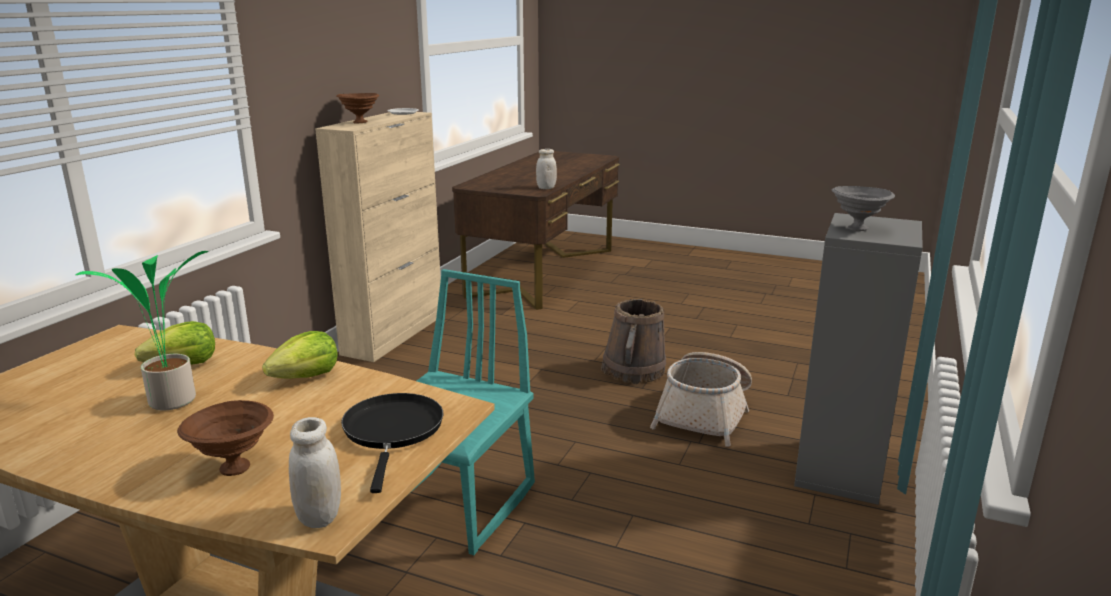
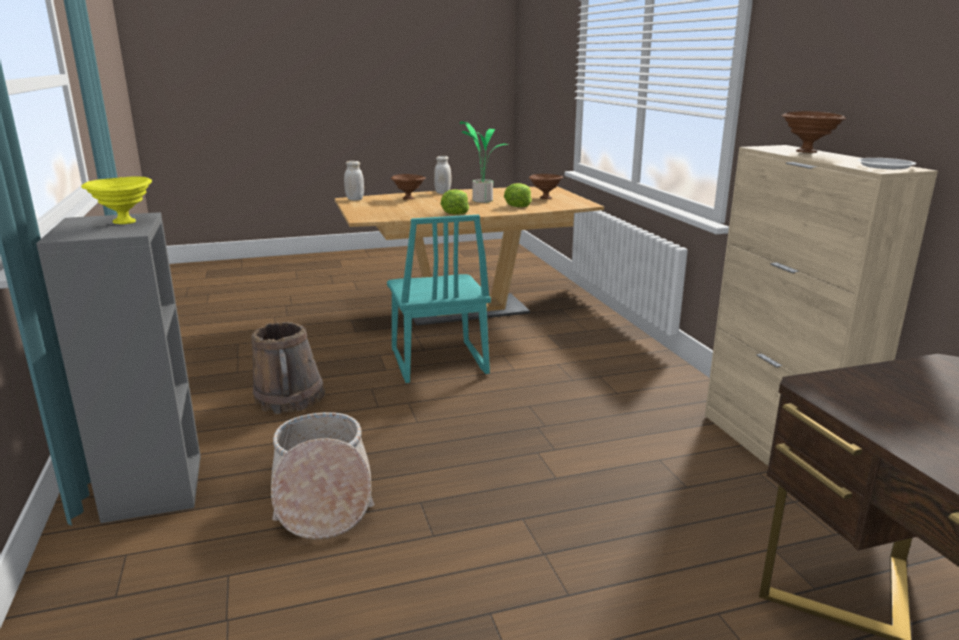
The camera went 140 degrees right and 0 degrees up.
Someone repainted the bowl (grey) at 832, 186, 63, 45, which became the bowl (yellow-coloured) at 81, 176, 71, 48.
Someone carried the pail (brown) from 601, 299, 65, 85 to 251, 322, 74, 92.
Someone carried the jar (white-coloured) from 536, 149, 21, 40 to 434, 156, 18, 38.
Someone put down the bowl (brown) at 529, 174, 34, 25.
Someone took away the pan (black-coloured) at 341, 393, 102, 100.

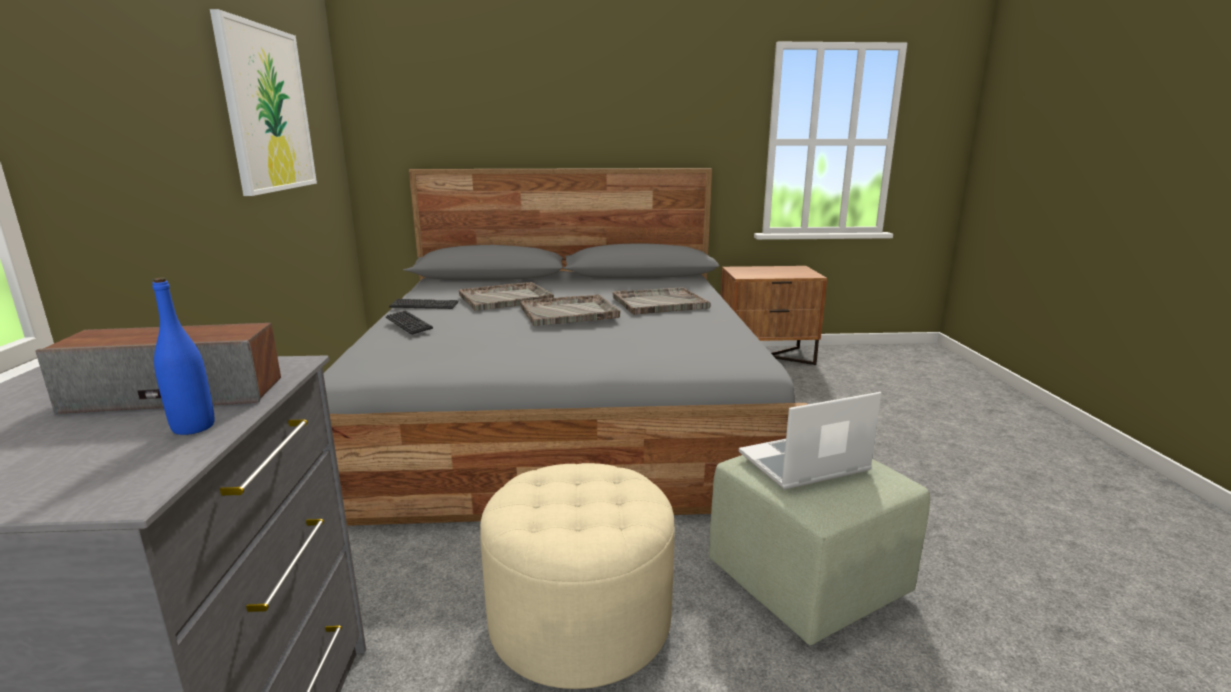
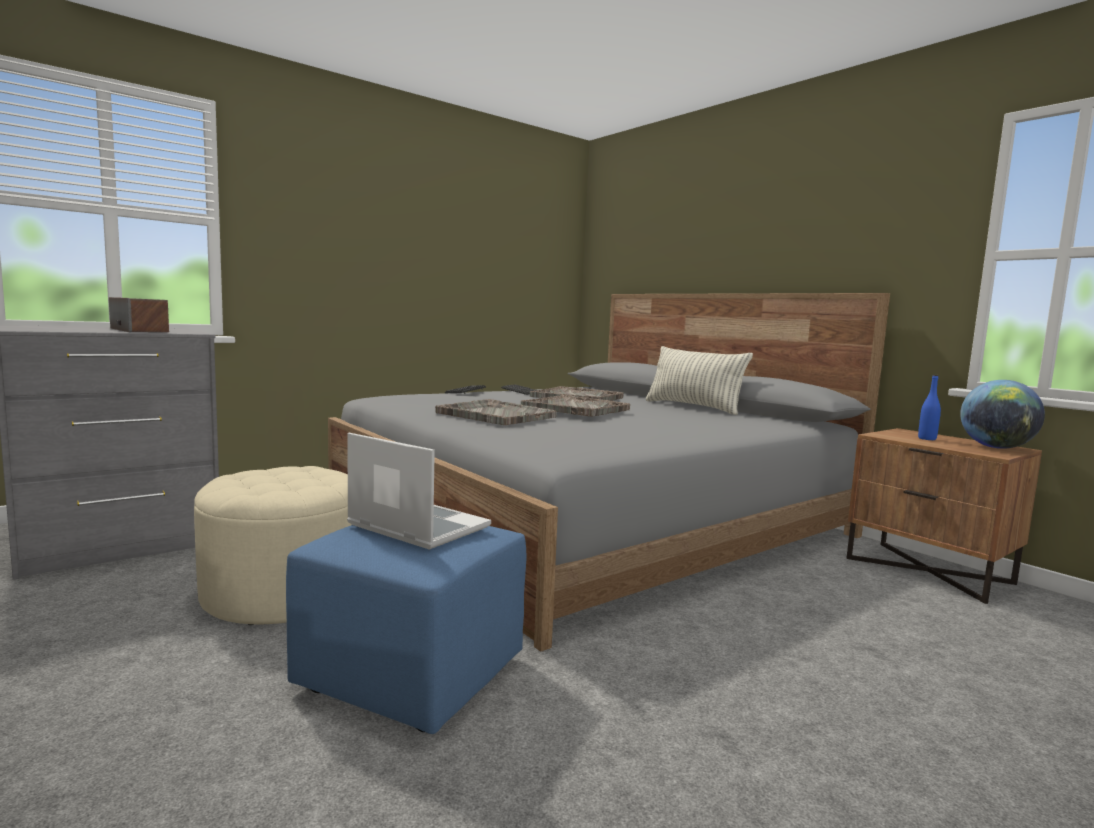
The camera went 55 degrees right and 10 degrees down.
Someone repainted the ottoman (greenish) at 709, 455, 221, 190, which became the ottoman (blue) at 286, 525, 241, 209.
Someone carried the carrying tray (grey) from 613, 288, 98, 27 to 435, 399, 122, 26.
Someone put down the cushion at 646, 346, 107, 69.
Someone carried the drink bottle (blue) from 152, 277, 63, 158 to 918, 374, 23, 66.
Someone put down the globe at 960, 380, 85, 69.
Someone took away the wall picture at 210, 9, 107, 187.

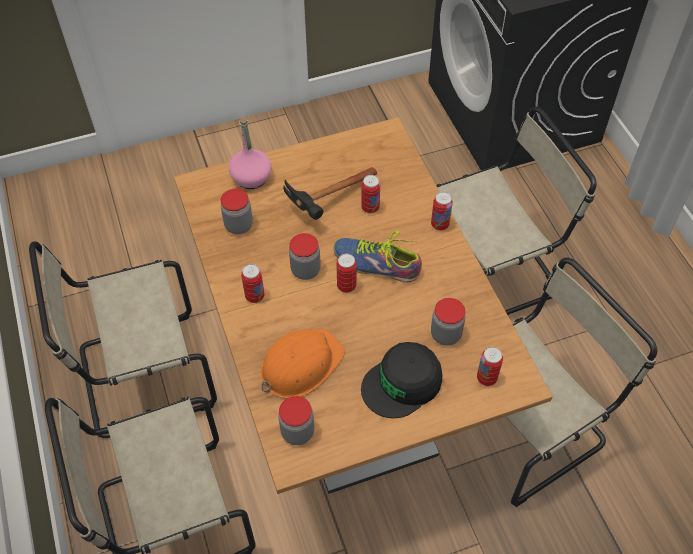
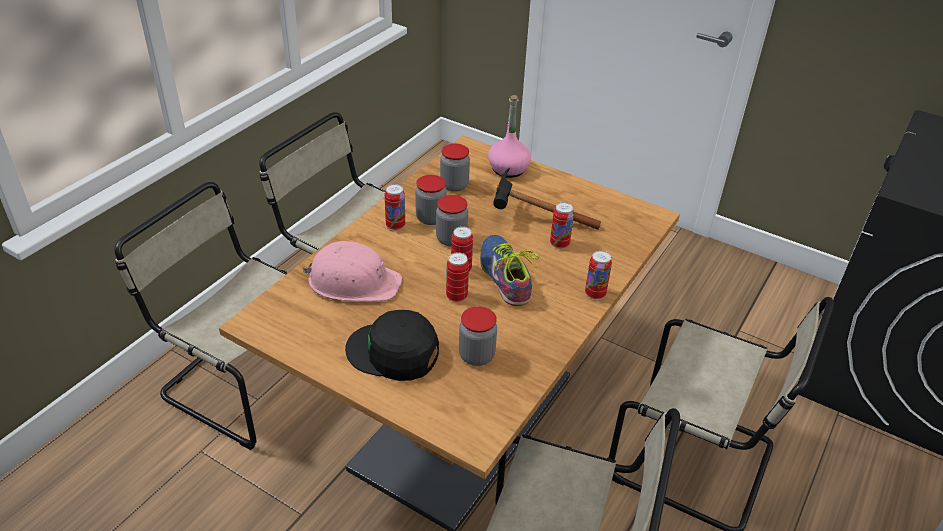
The camera went 50 degrees right and 15 degrees down.
Someone repainted the work helmet (orangey) at 261, 329, 84, 70, which became the work helmet (pink-coloured) at 302, 241, 100, 60.
Someone carried the jar from 278, 396, 36, 49 to 415, 175, 32, 50.
Someone carried the can from 477, 347, 26, 39 to 446, 252, 23, 50.

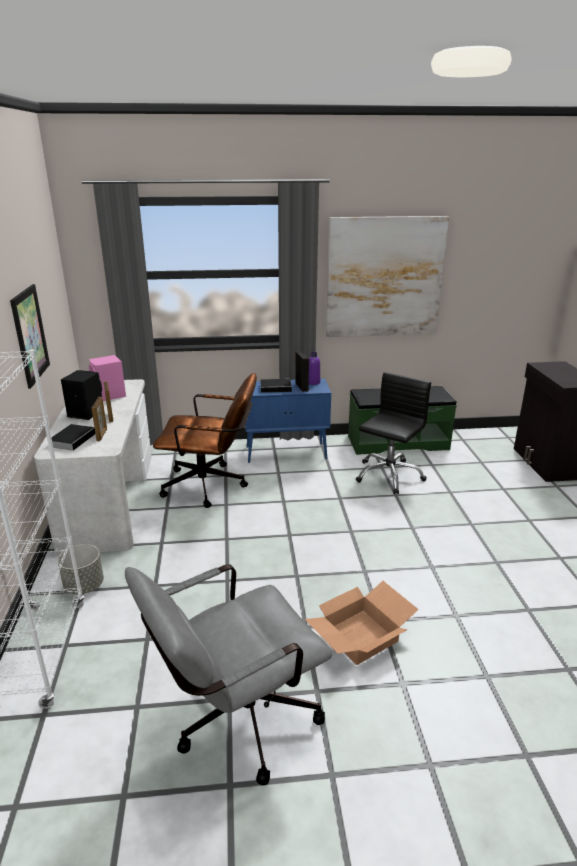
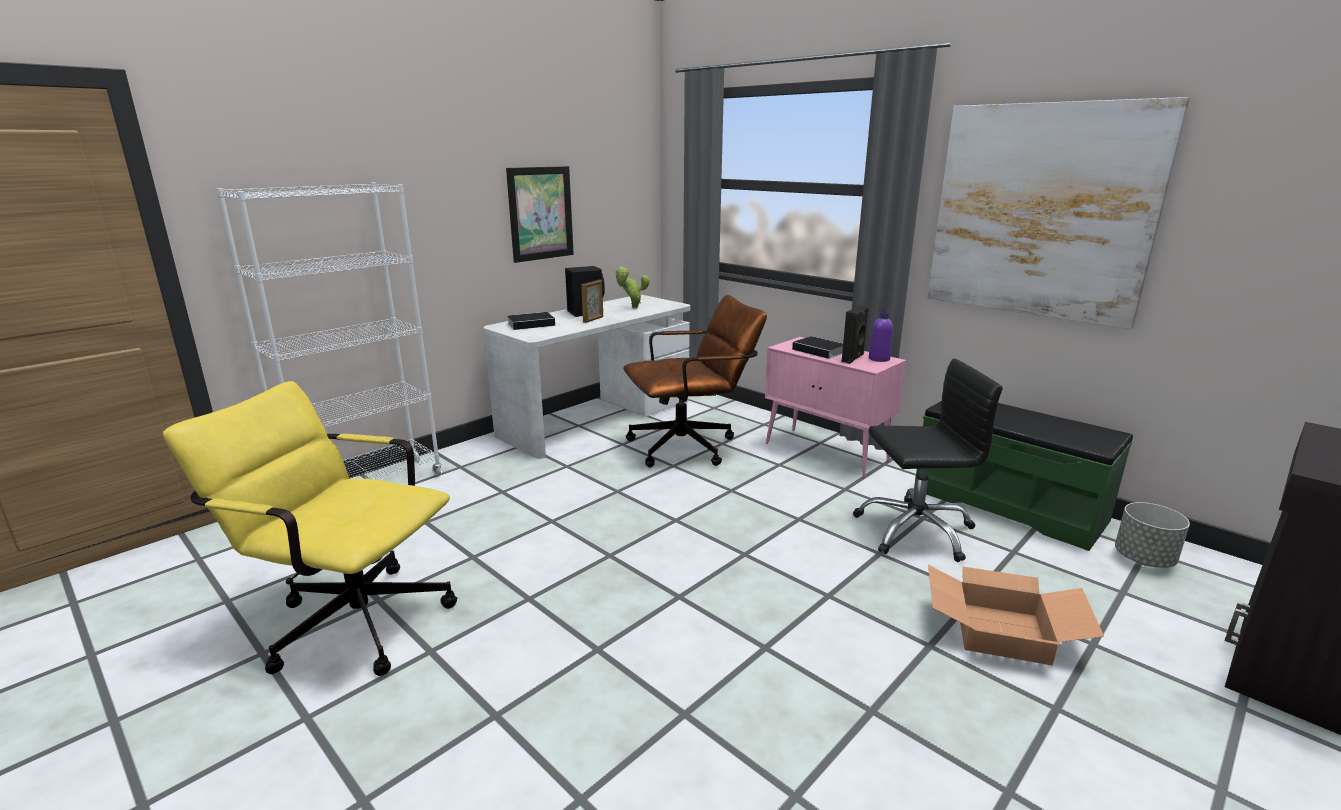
The camera went 50 degrees right and 5 degrees down.
Someone repainted the computer chair (grey) at 125, 564, 207, 221, which became the computer chair (yellow-coloured) at 163, 381, 294, 295.
Someone swapped the audio speaker (pink-coloured) at 89, 355, 37, 46 for the houseplant at 615, 266, 35, 42.
Someone rotated the computer chair (brown) at 153, 373, 104, 135 by 75 degrees counterclockwise.
Someone repainted the cupboard (blue) at 243, 378, 88, 85, which became the cupboard (pink-coloured) at 765, 337, 141, 141.
Someone carried the cardboard box from 305, 581, 114, 84 to 928, 565, 176, 100.
Someone carried the plant pot (grey) from 58, 544, 46, 51 to 1115, 502, 75, 66.
Someone took away the standing frame at 91, 397, 16, 44.

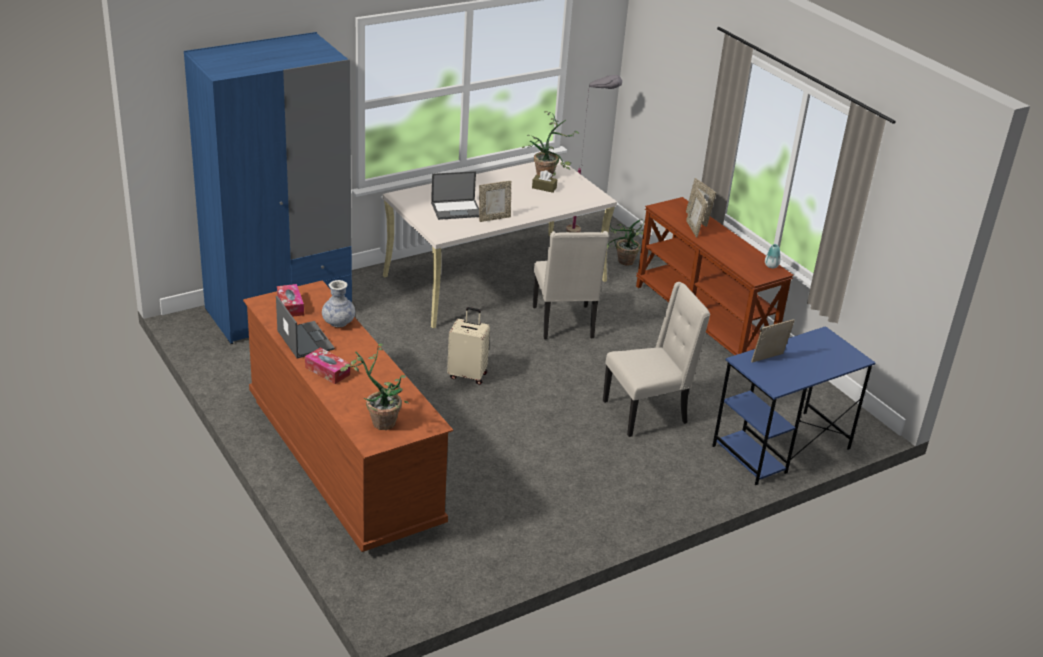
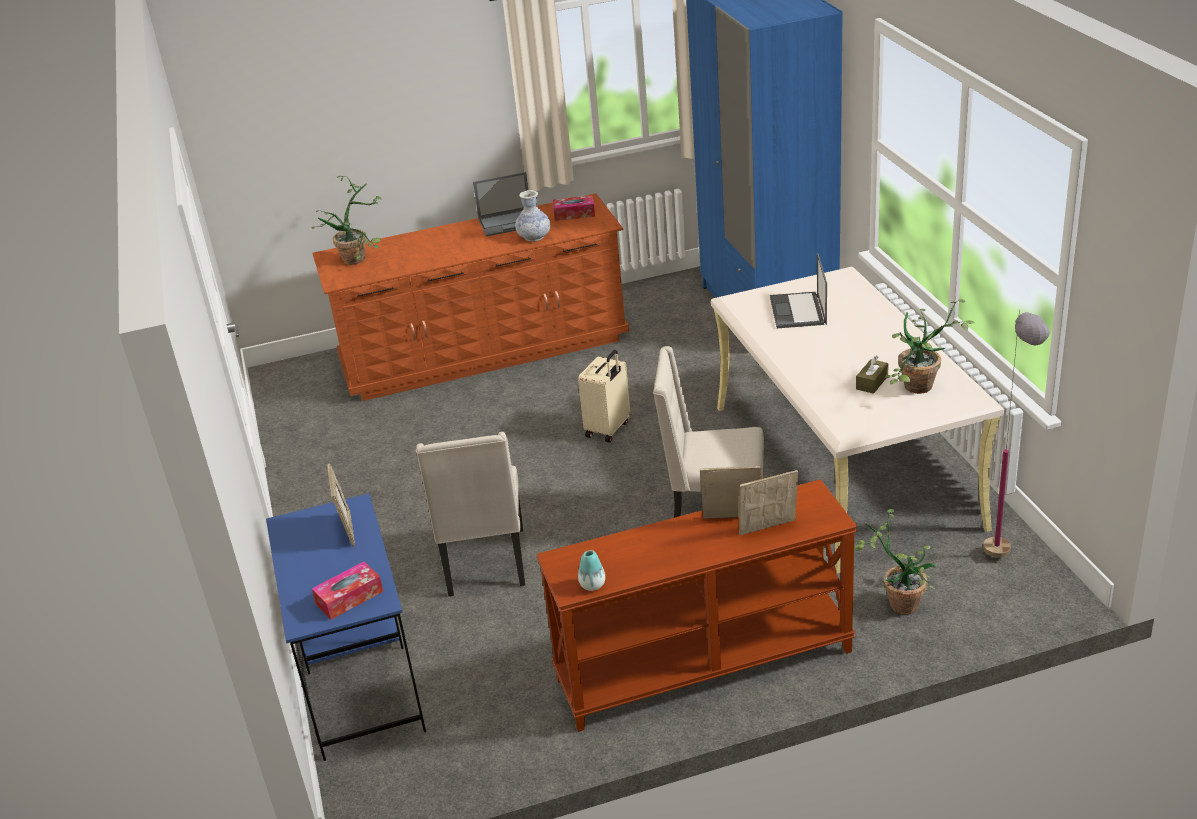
The camera went 110 degrees right and 0 degrees up.
Someone carried the tissue holder from 305, 347, 45, 37 to 312, 562, 71, 58.
Someone took away the standing frame at 479, 181, 32, 41.

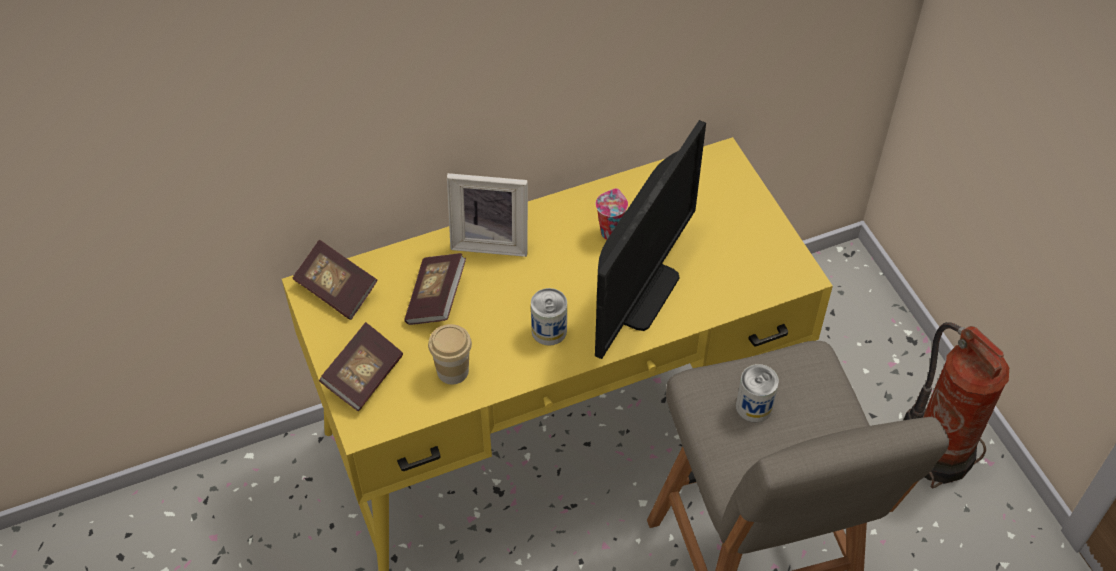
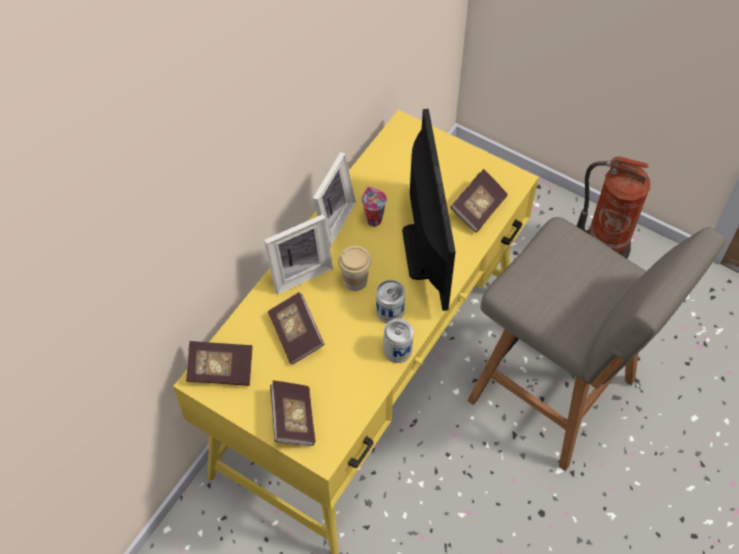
The camera went 35 degrees left and 5 degrees up.
Someone put down the standing frame at 313, 152, 43, 95.
Someone carried the cup from 428, 324, 44, 61 to 338, 246, 33, 45.
Someone carried the can from 736, 364, 43, 58 to 383, 319, 30, 44.
Someone put down the bound book at 450, 169, 58, 63.

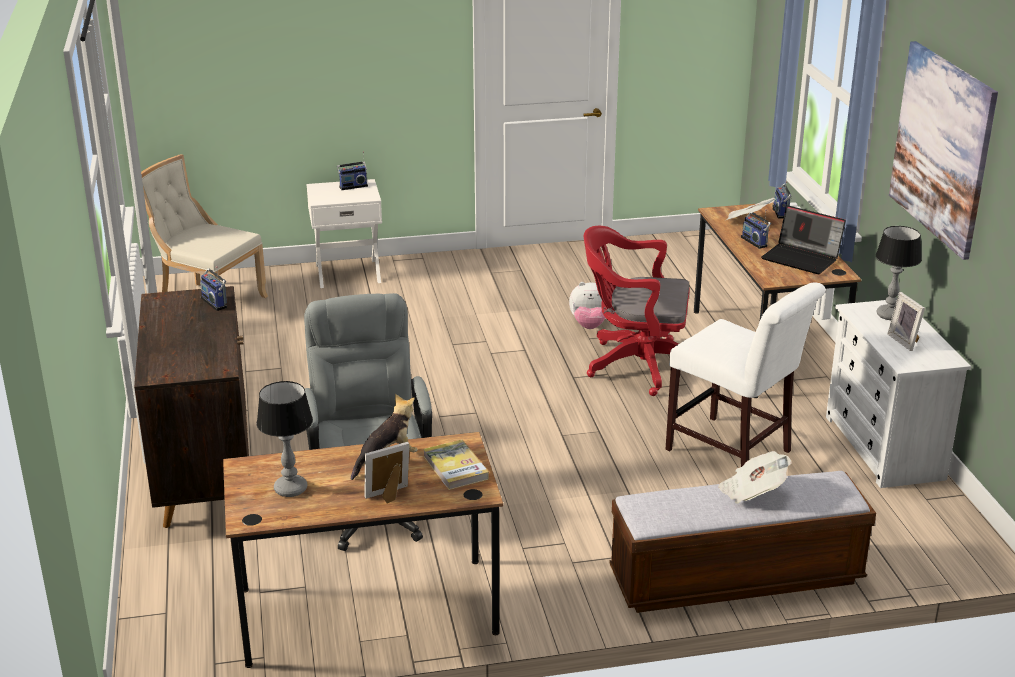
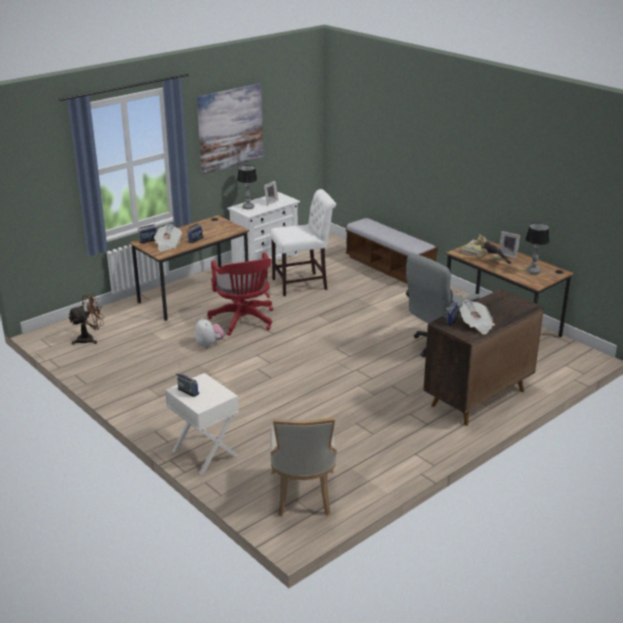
The camera went 120 degrees left and 0 degrees up.
Someone put down the fan (brown) at 68, 294, 36, 51.
Someone rotated the plain chair (white-coloured) at 665, 283, 160, 184 by 60 degrees clockwise.
Someone carried the newspaper from 718, 451, 74, 52 to 460, 300, 35, 34.
Someone took away the notebook computer at 761, 205, 85, 69.

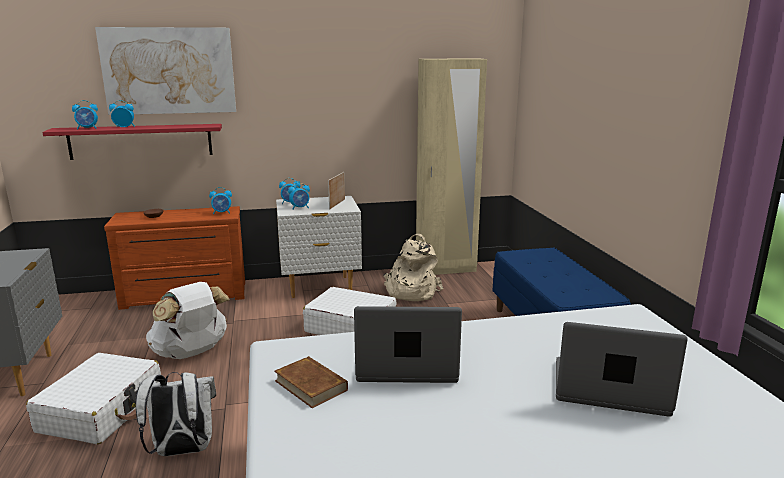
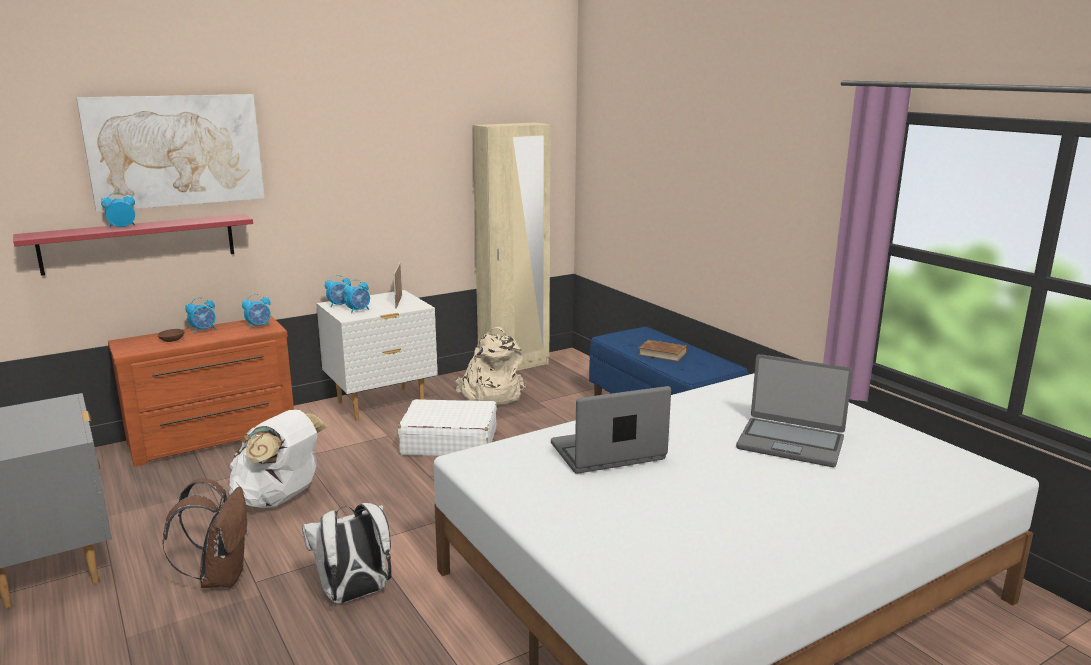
The camera went 20 degrees left and 0 degrees up.
Someone swapped the travel case (white-coloured) at 26, 353, 135, 92 for the rucksack (brown) at 162, 479, 86, 109.
Someone carried the alarm clock from 72, 100, 26, 29 to 185, 297, 30, 36.
Someone carried the bound book (brown) from 275, 356, 73, 52 to 638, 340, 49, 22.
Someone rotated the notebook computer at 556, 322, 132, 95 by 150 degrees counterclockwise.

